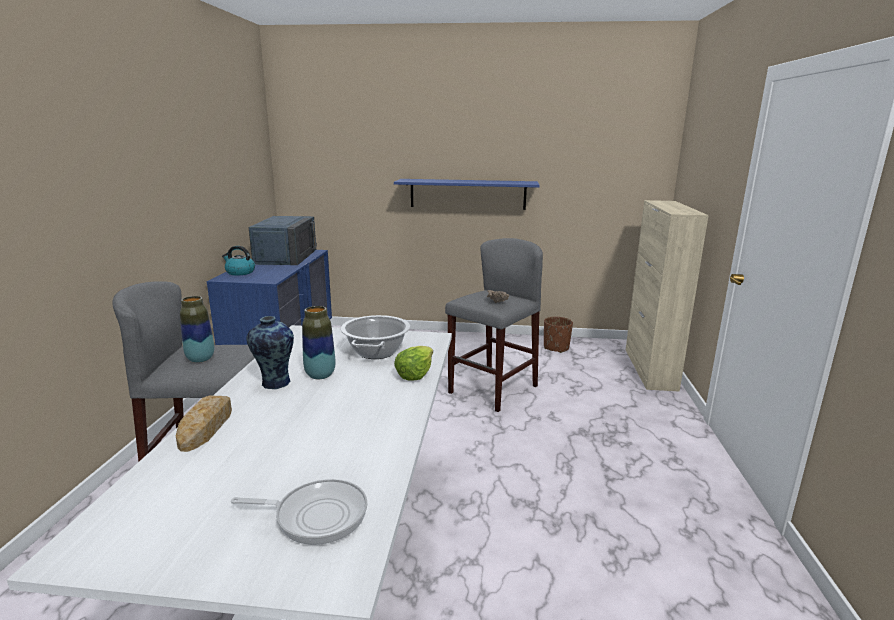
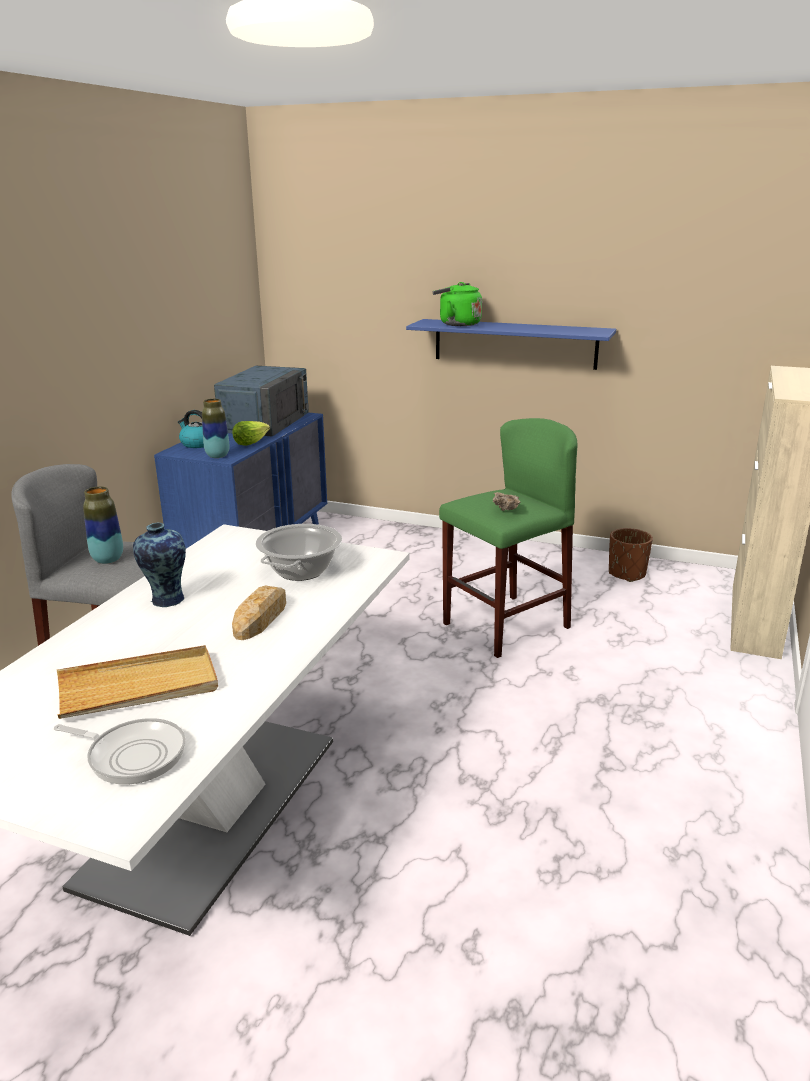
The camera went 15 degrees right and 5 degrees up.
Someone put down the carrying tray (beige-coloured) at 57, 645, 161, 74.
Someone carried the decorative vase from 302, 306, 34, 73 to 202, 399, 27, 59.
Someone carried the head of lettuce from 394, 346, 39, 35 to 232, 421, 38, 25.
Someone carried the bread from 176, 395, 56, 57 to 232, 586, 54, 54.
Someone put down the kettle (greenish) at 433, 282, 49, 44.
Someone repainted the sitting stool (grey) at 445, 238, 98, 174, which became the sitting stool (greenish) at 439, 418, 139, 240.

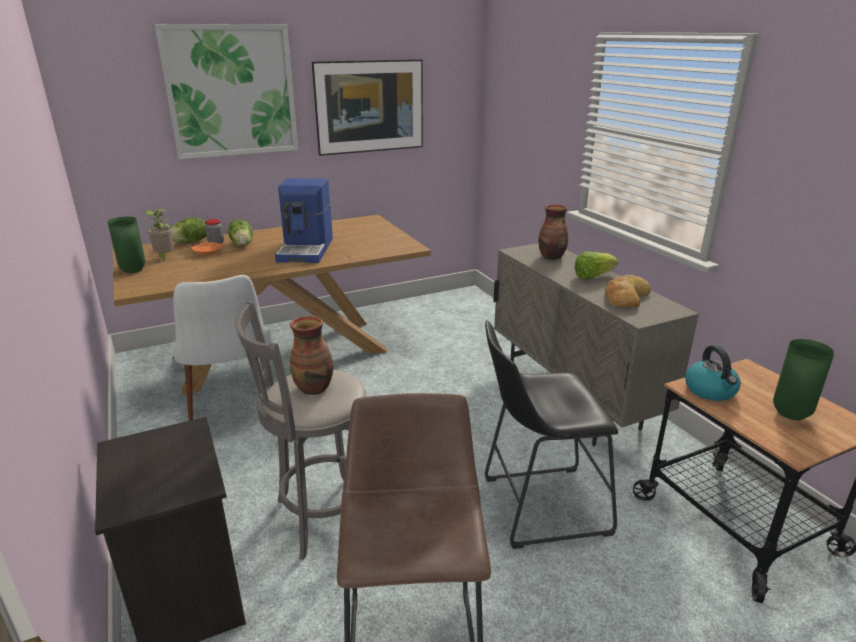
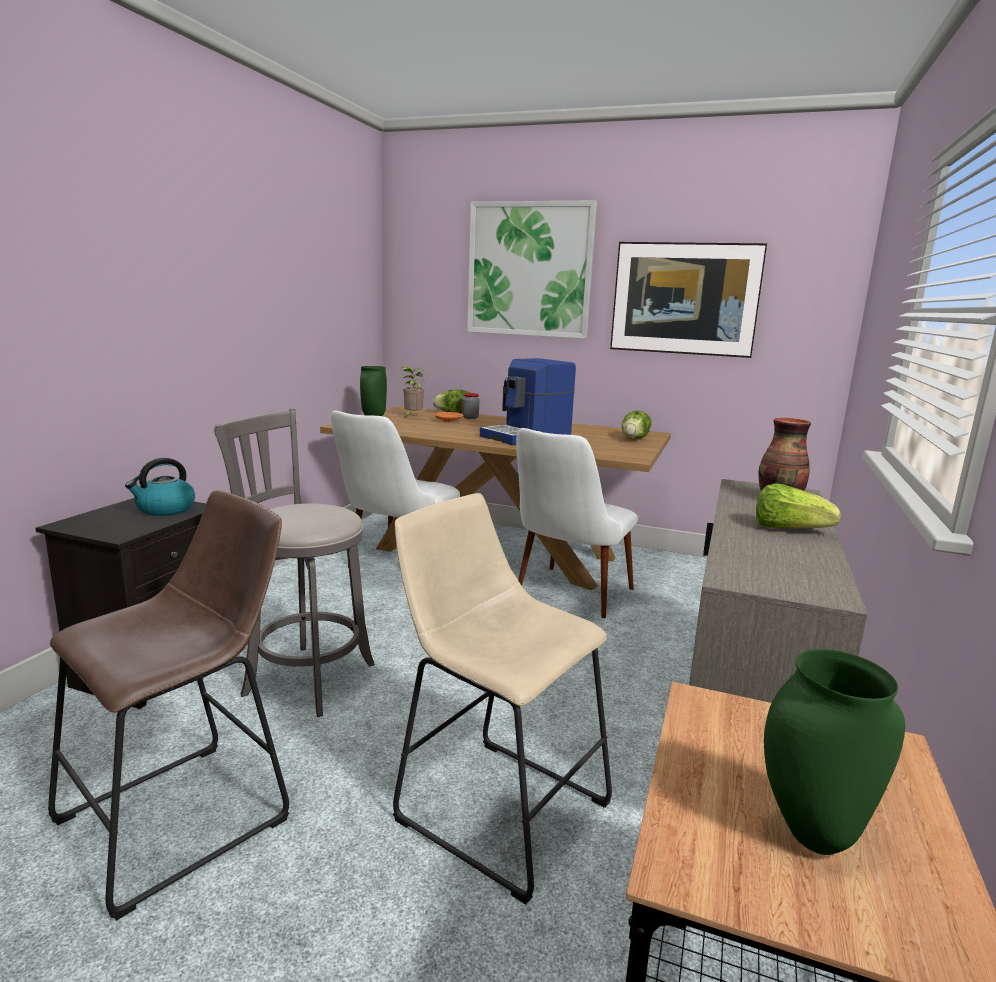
The camera went 45 degrees right and 10 degrees down.
Someone carried the kettle from 685, 345, 56, 56 to 125, 458, 70, 58.
Someone repainted the sitting stool (black-coloured) at 485, 320, 133, 229, which became the sitting stool (beige-coloured) at 393, 493, 219, 412.
Someone put down the plain chair (white-coloured) at 516, 428, 122, 190.
Someone carried the head of lettuce from 228, 220, 25, 26 to 622, 411, 29, 28.
Someone took away the decorative vase at 290, 316, 44, 79.
Someone took away the bread at 605, 275, 46, 33.

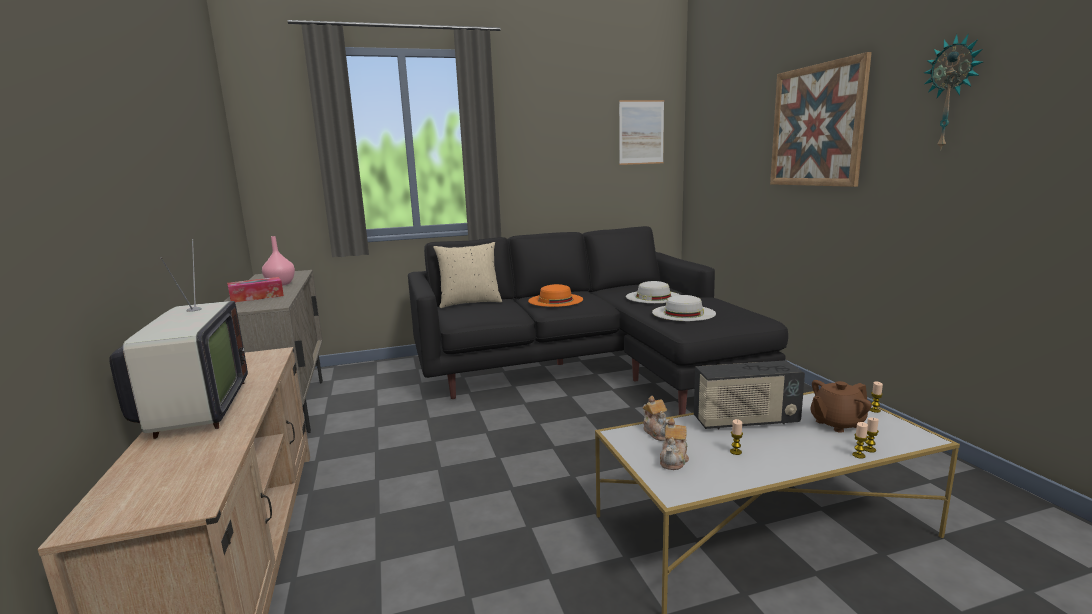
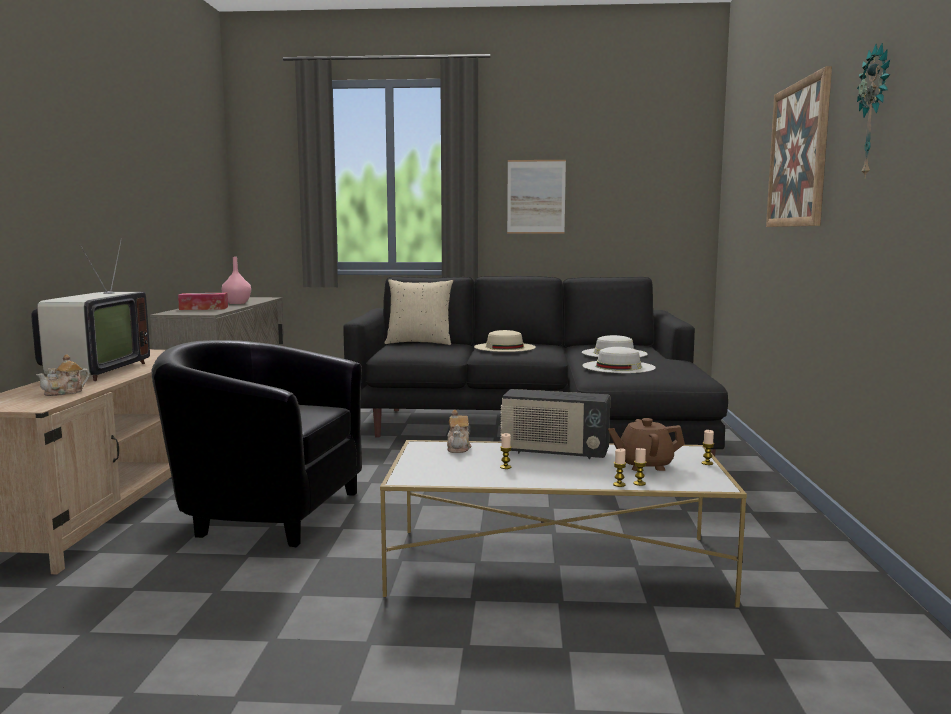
The camera went 20 degrees right and 5 degrees down.
Someone carried the tea pot from 660, 418, 29, 52 to 36, 354, 54, 42.
Someone put down the armchair (black-coloured) at 151, 340, 211, 207.
Someone repainted the hat (orangey) at 528, 284, 55, 23, which became the hat (beige-coloured) at 474, 330, 62, 22.
Someone carried the wall picture from 619, 100, 45, 65 to 507, 160, 59, 74.

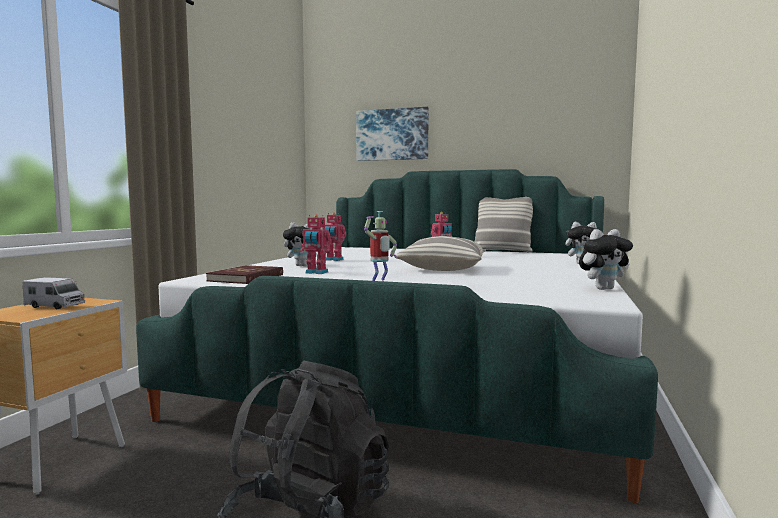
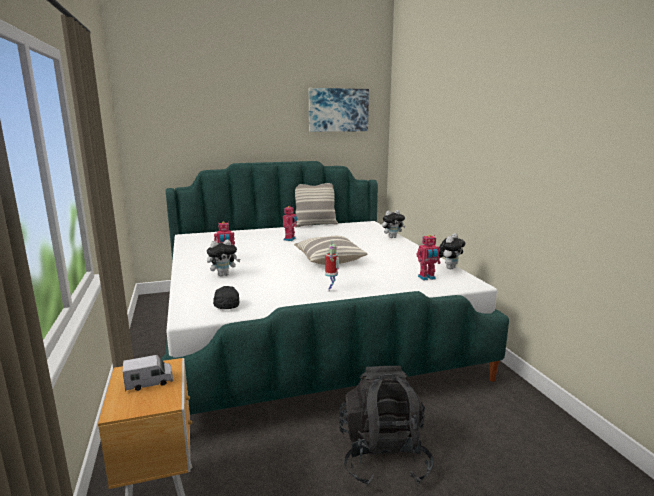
The camera went 35 degrees left and 10 degrees up.
Someone swapped the bound book (red) at 206, 265, 77, 19 for the baseball cap (black-coloured) at 213, 286, 26, 23.
Someone carried the wall picture from 356, 107, 73, 54 to 309, 88, 60, 44.
Someone carried the robot figure from 300, 214, 32, 60 to 416, 235, 25, 46.

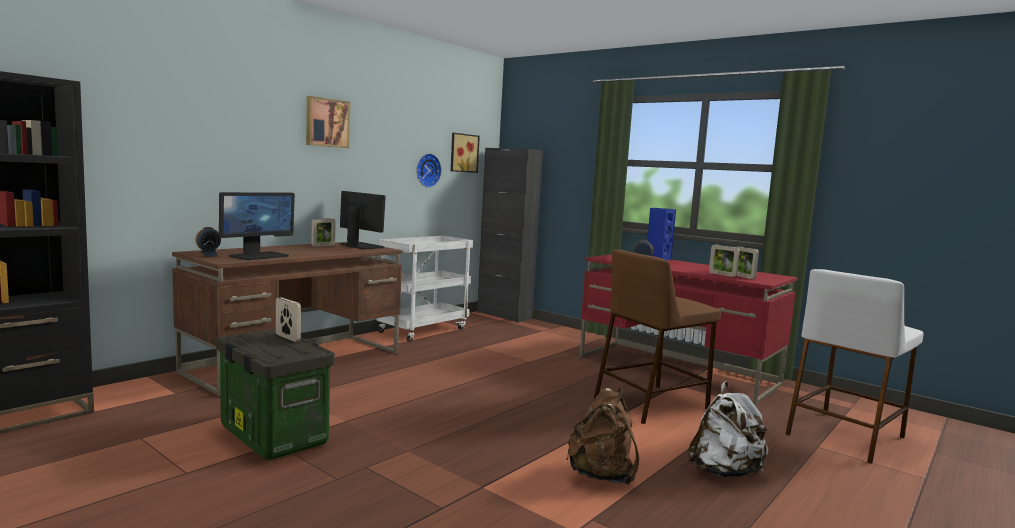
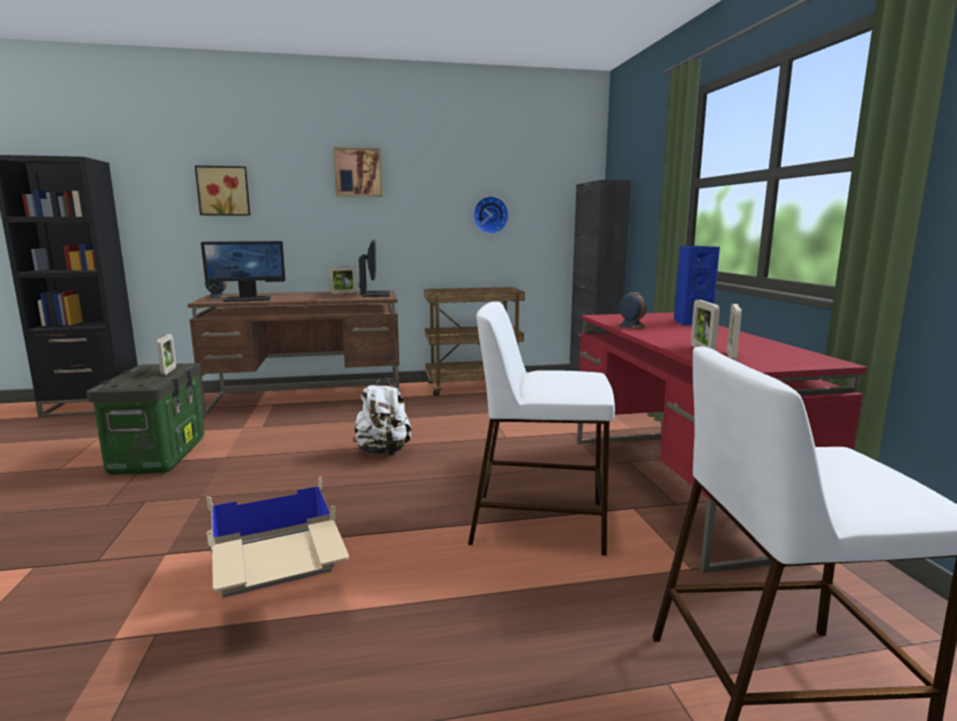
The camera went 40 degrees right and 5 degrees up.
Someone carried the wall picture from 451, 133, 29, 40 to 195, 166, 55, 50.
Someone swapped the rucksack (brown) at 566, 388, 73, 97 for the storage box (beige-coloured) at 206, 476, 143, 122.
Someone carried the rucksack (white-coloured) from 688, 382, 81, 95 to 353, 376, 59, 80.
Someone repainted the trolley (white-coloured) at 377, 236, 96, 106, which became the trolley (brown) at 424, 287, 101, 109.
Someone repainted the sitting stool (brown) at 594, 250, 127, 174, which became the sitting stool (white-coloured) at 468, 301, 147, 255.

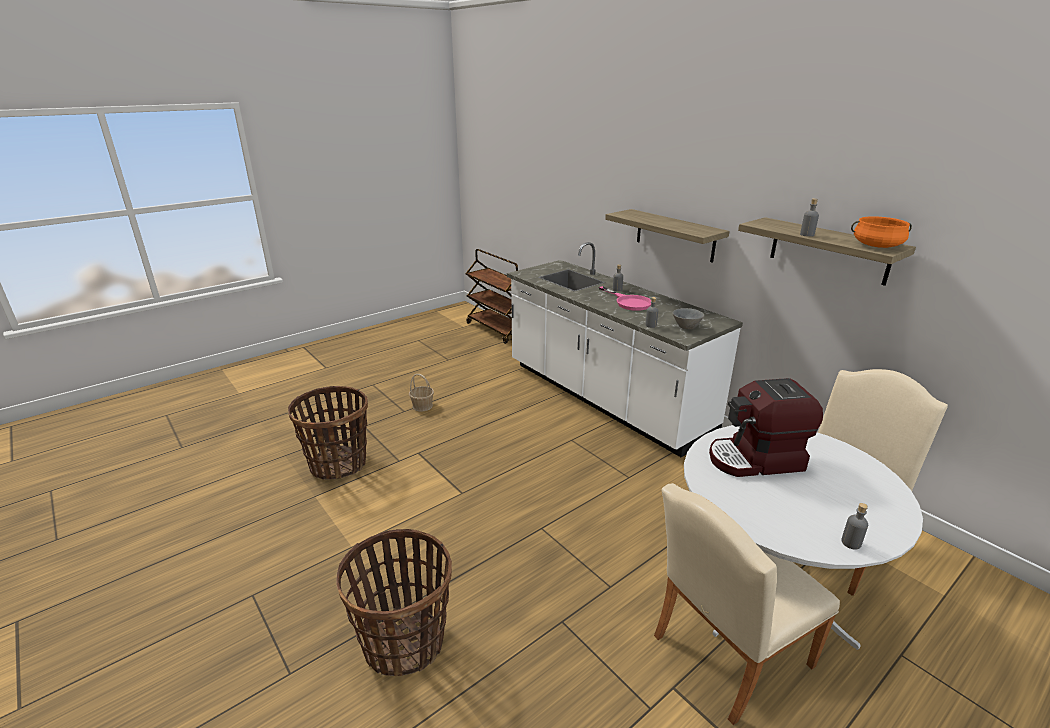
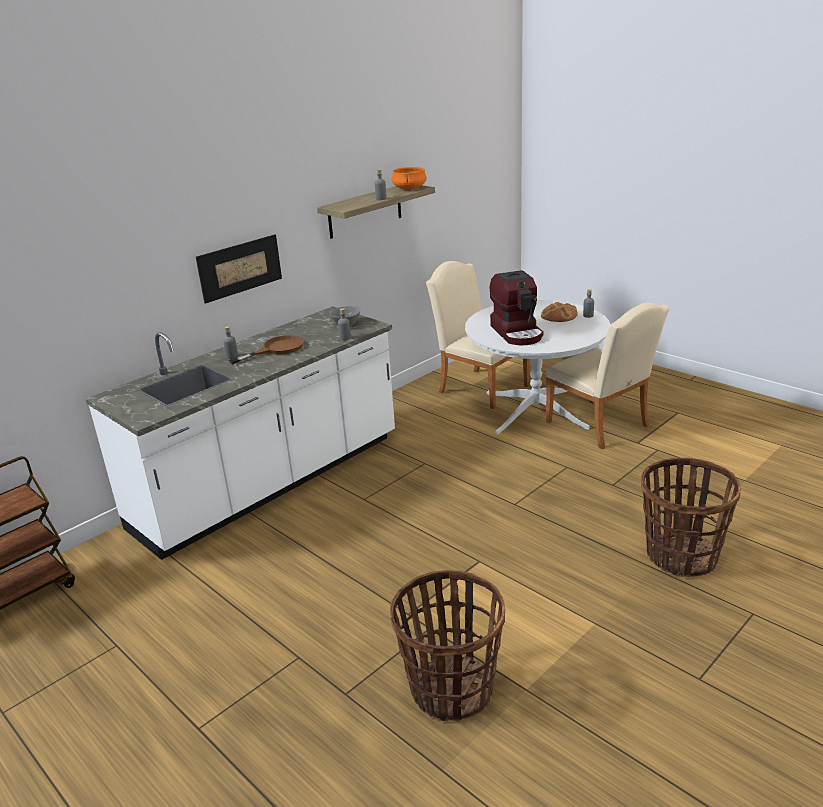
The camera went 95 degrees left and 0 degrees up.
Someone swapped the wall shelf at 605, 209, 125, 54 for the wall picture at 196, 235, 86, 69.
Someone repainted the pan (pink-coloured) at 599, 286, 53, 25, which became the pan (brown) at 228, 335, 76, 29.
Someone put down the bread at 541, 302, 37, 20.
Someone took away the basket at 409, 374, 25, 38.

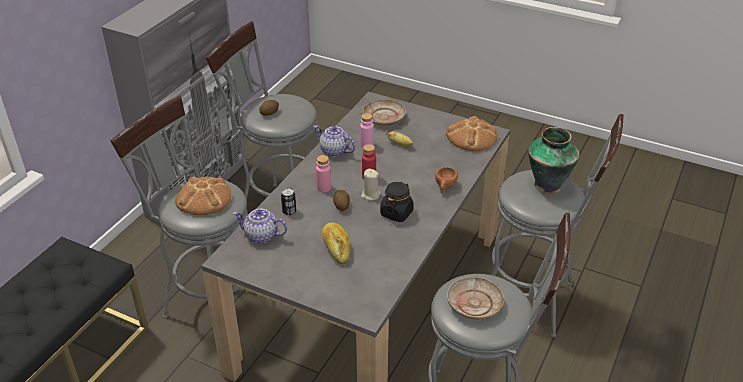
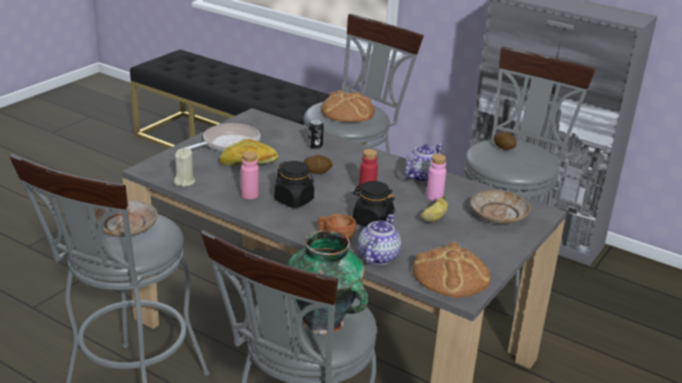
The camera went 95 degrees right and 10 degrees down.
Someone carried the candle (beige-coloured) from 361, 169, 19, 32 to 173, 148, 22, 39.
Someone put down the pan at 185, 123, 75, 29.
Someone carried the drink bottle (pink-coloured) from 316, 155, 15, 37 to 241, 152, 18, 47.
Someone put down the jar (black-coloured) at 353, 181, 42, 46.
Someone carried the tea pot from 233, 209, 54, 35 to 358, 214, 43, 51.

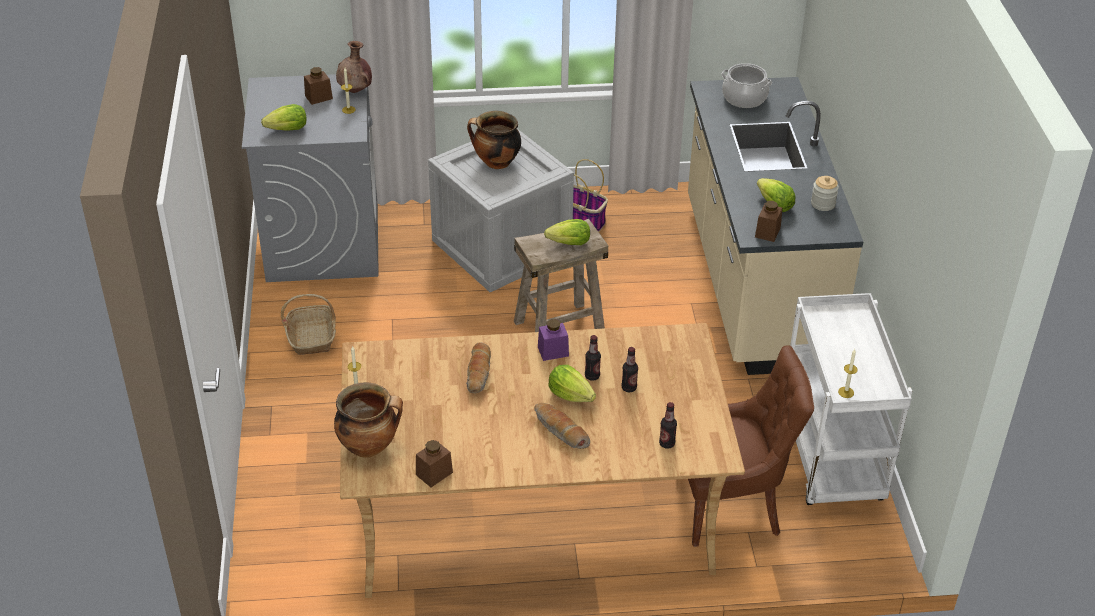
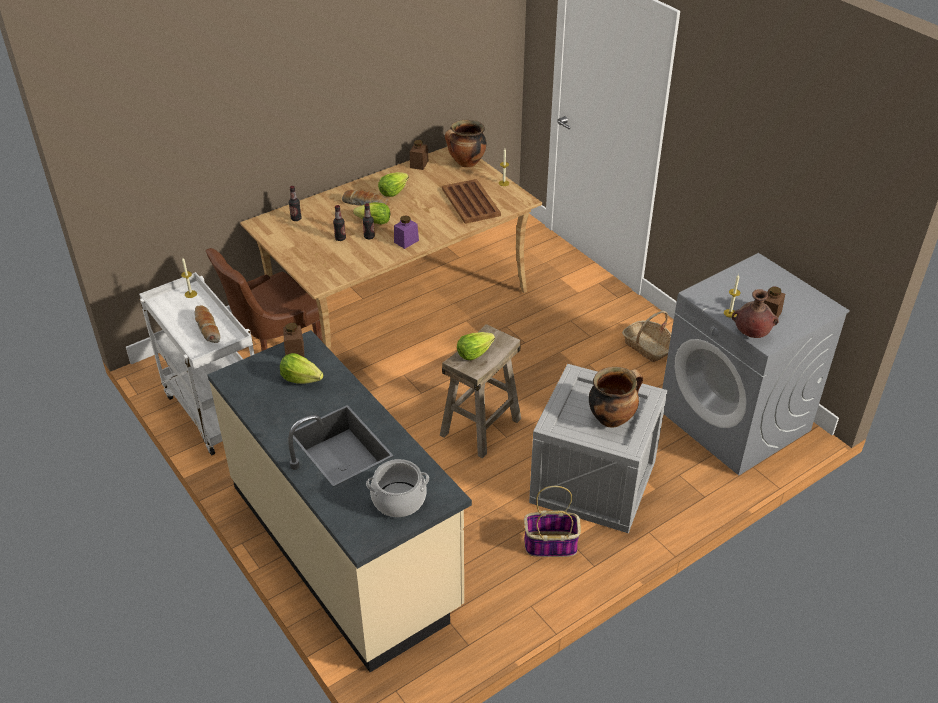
The camera went 150 degrees right and 0 degrees up.
Someone carried the bread from 466, 343, 25, 51 to 194, 305, 26, 38.
Someone carried the head of lettuce from 261, 104, 46, 27 to 378, 172, 31, 25.
Someone put down the carrying tray (brown) at 442, 179, 59, 45.
Someone took away the jar at 811, 176, 28, 35.

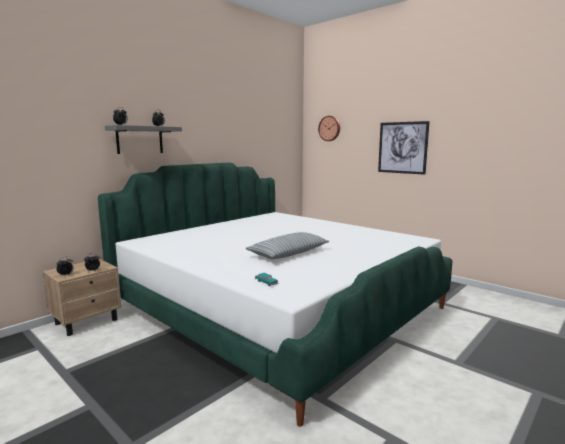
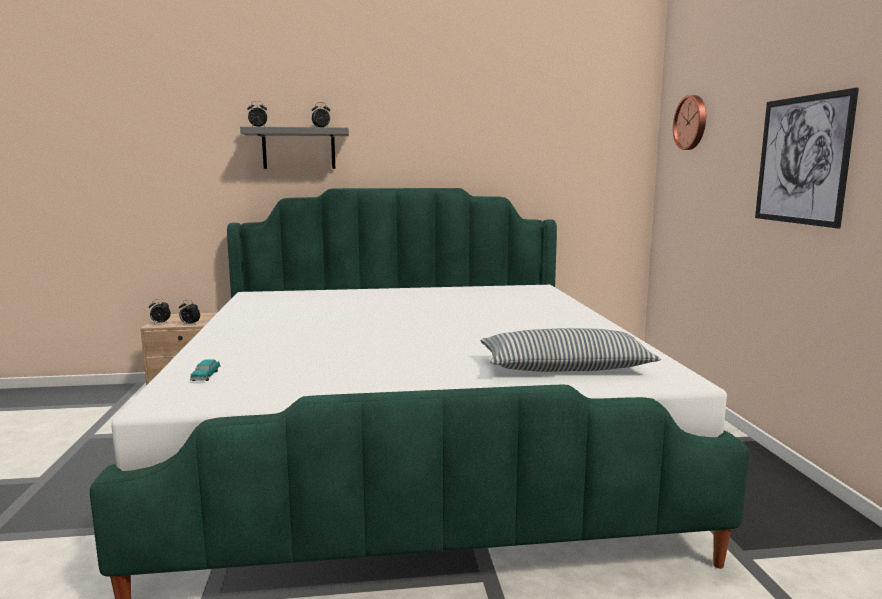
The camera went 40 degrees right and 0 degrees up.
Someone carried the cushion from 245, 232, 84, 27 to 481, 328, 180, 44.

